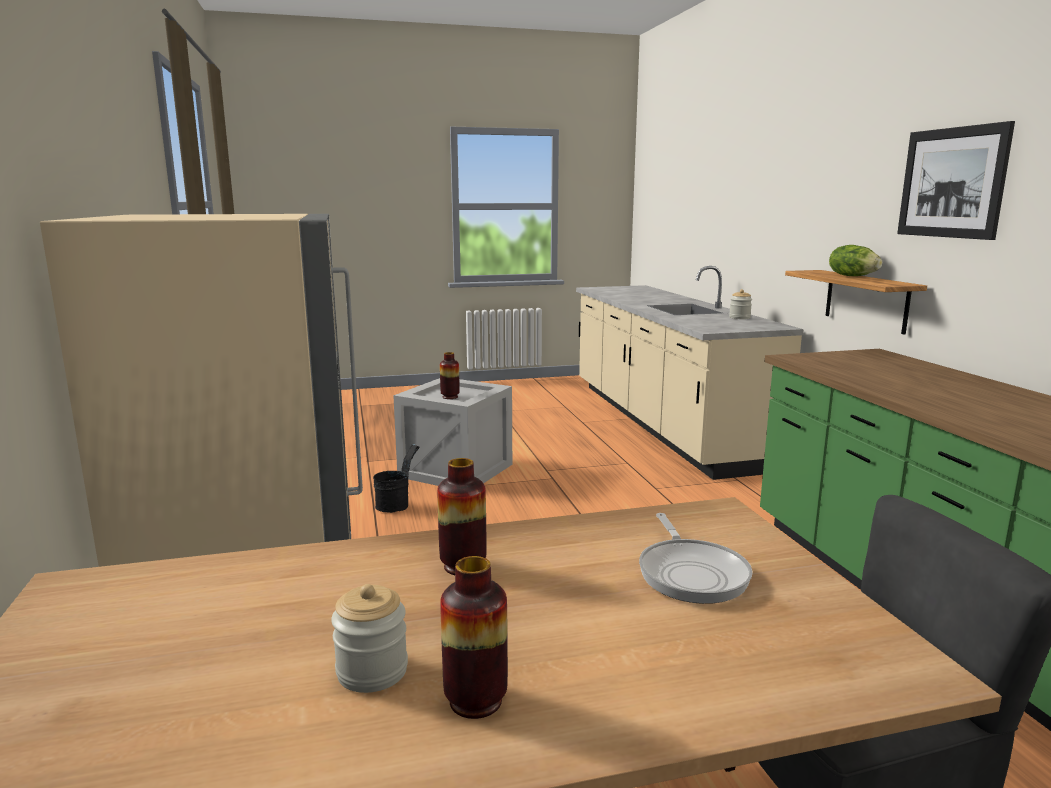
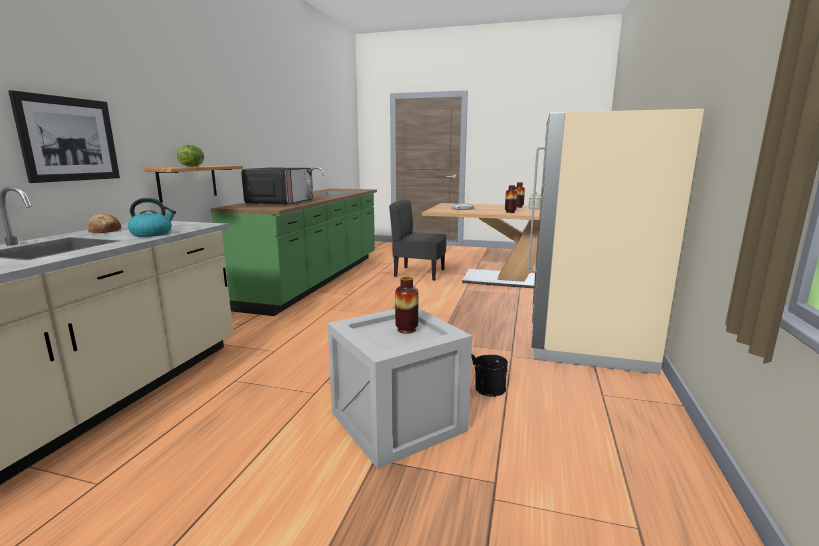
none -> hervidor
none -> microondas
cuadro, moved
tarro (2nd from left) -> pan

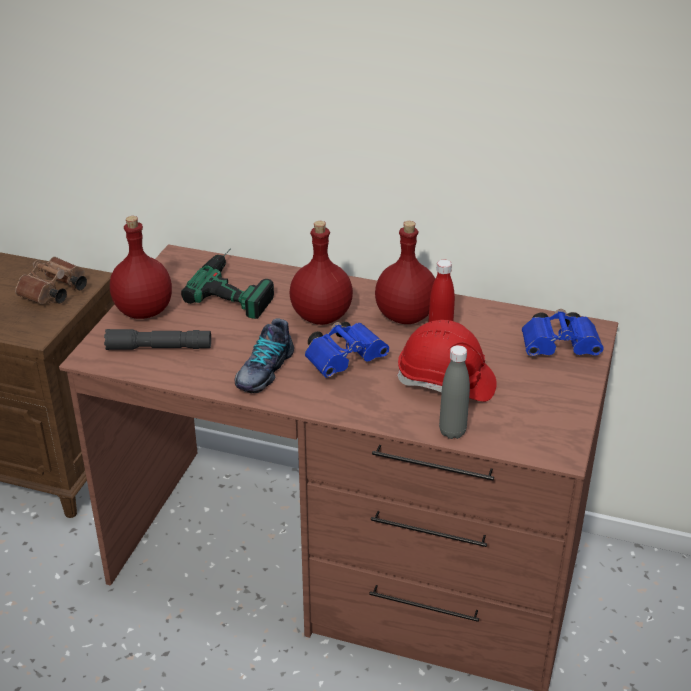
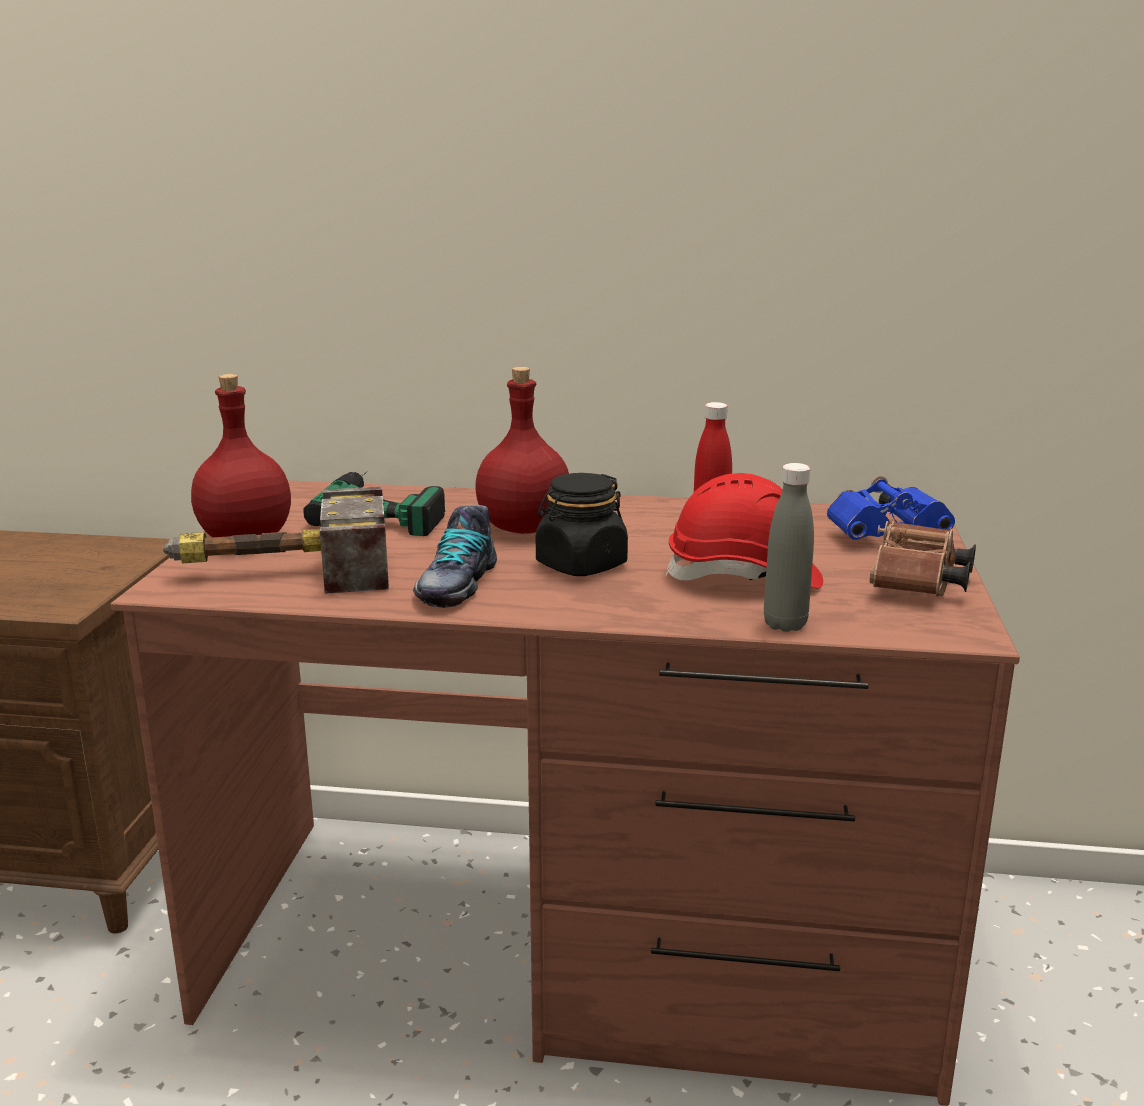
botella [rojo] (3rd from left) -> none
prismáticos [marrón], moved
linterna [gris] -> martillo
prismáticos [azul] (1st from left) -> tarro [negro]

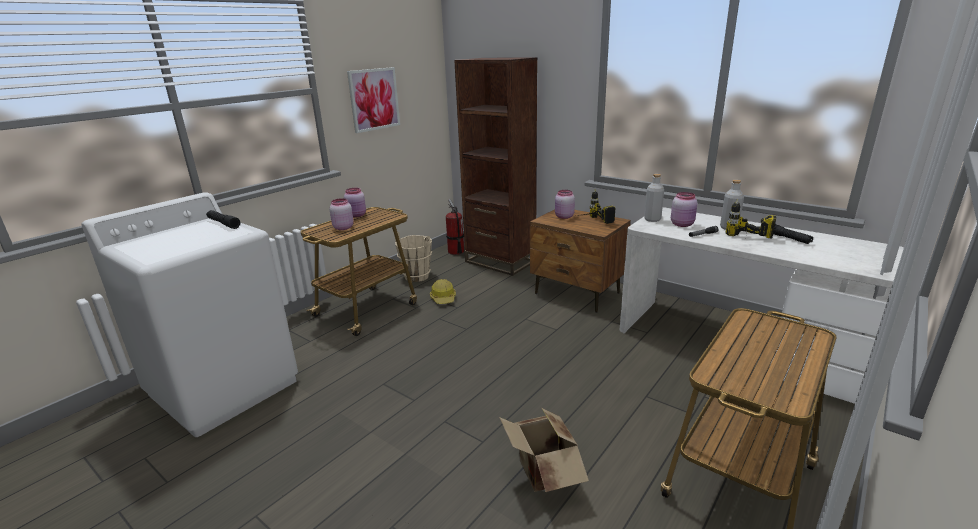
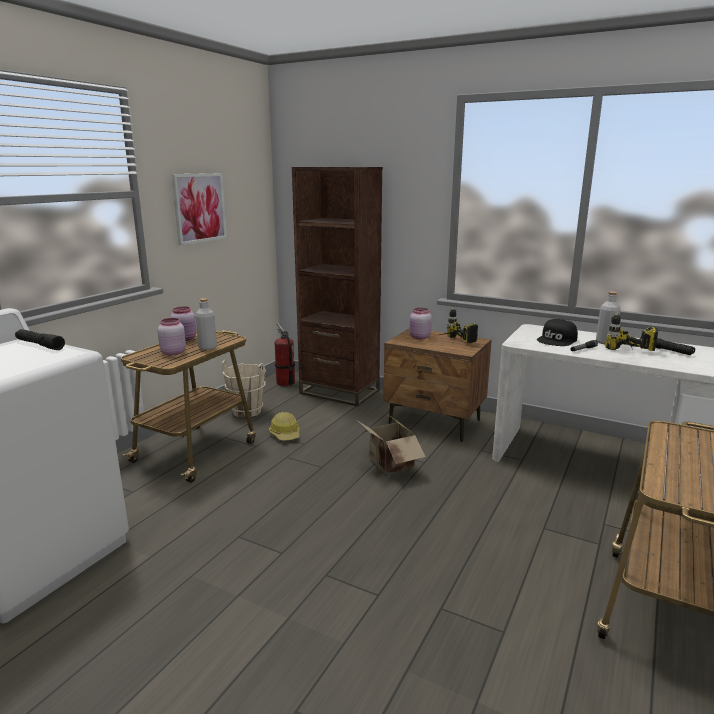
caja de cartón, moved
botella [gris] (1st from left), moved
tarro [rosa] (4th from left) -> gorra [negro]

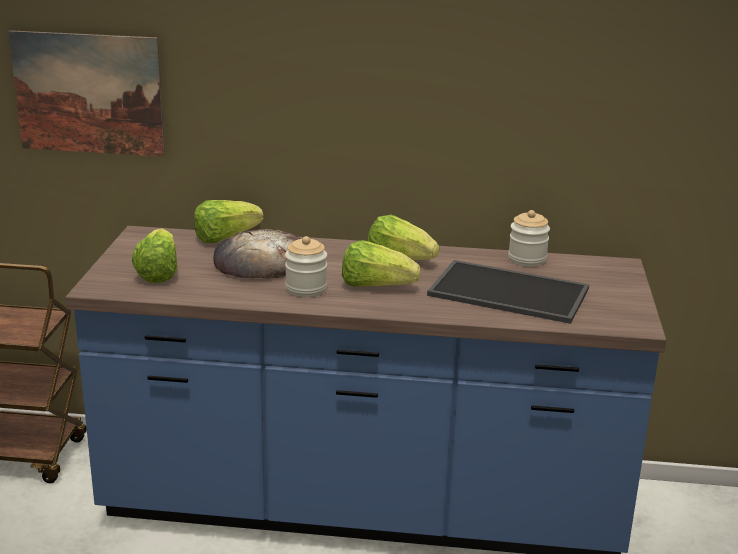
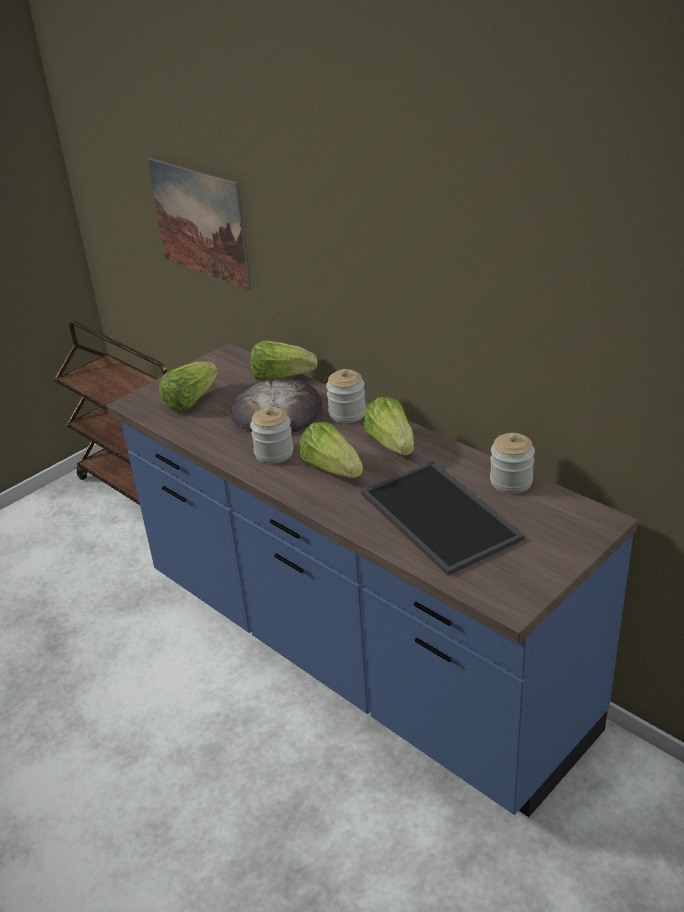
none -> tarro (2nd from left)

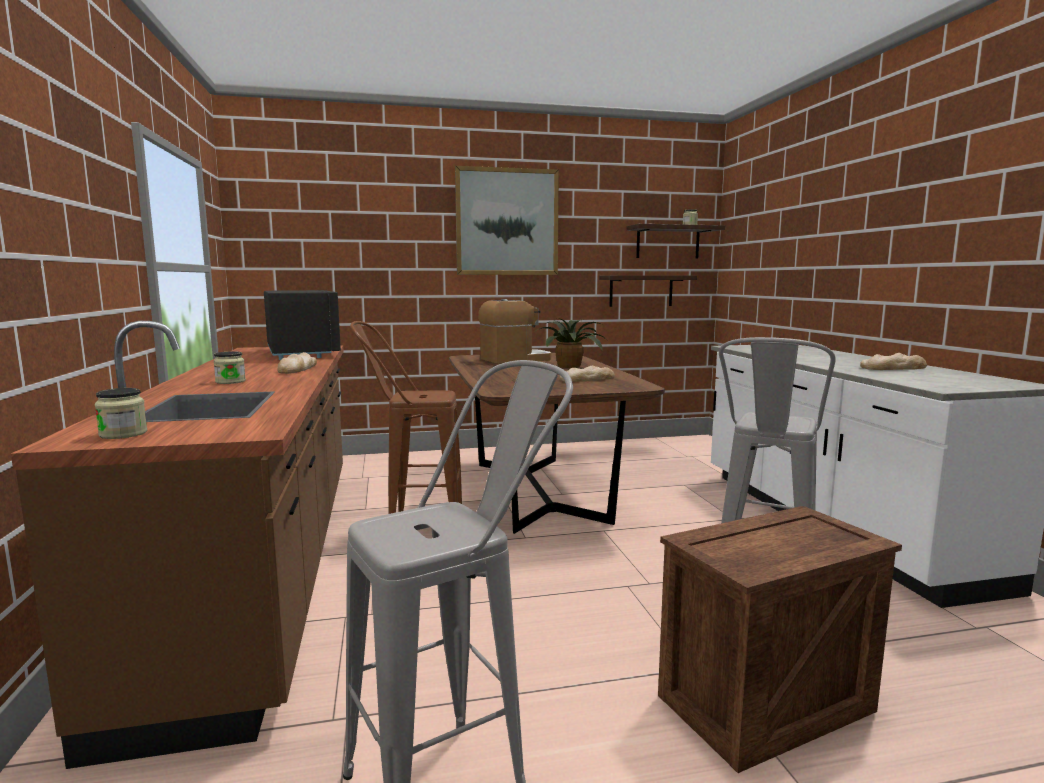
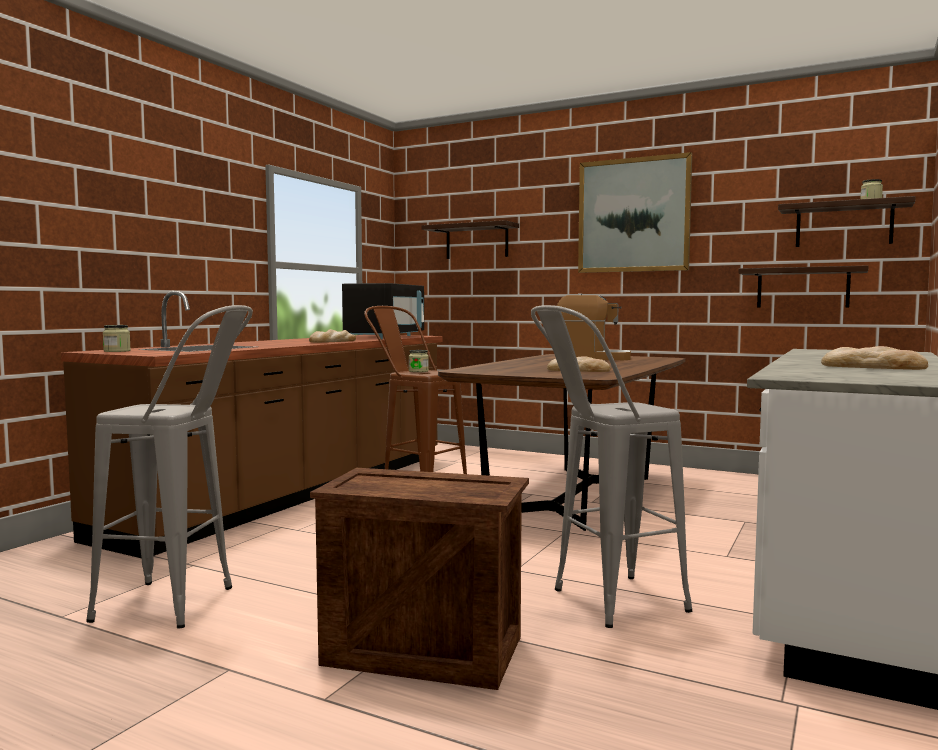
planta en maceta -> none
none -> estante (1st from left)
tarro (2nd from left), moved

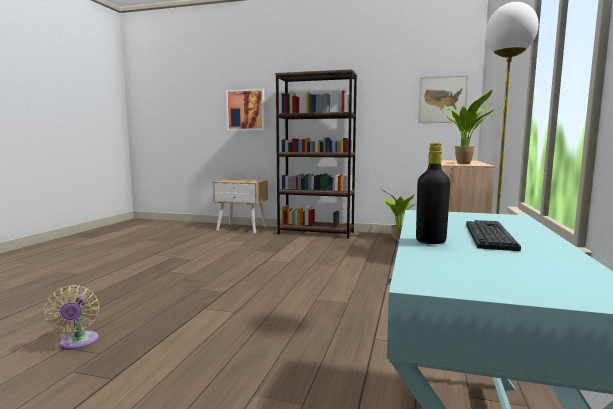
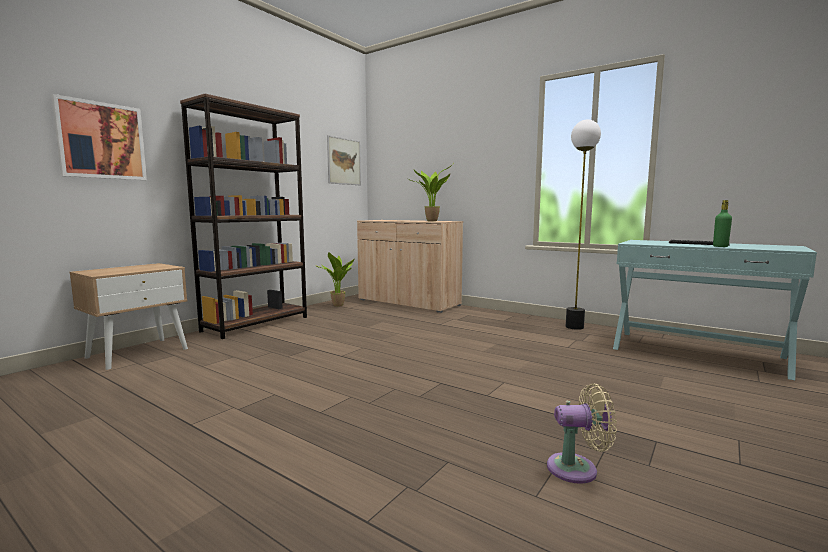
botella [negro] -> botella [verde]

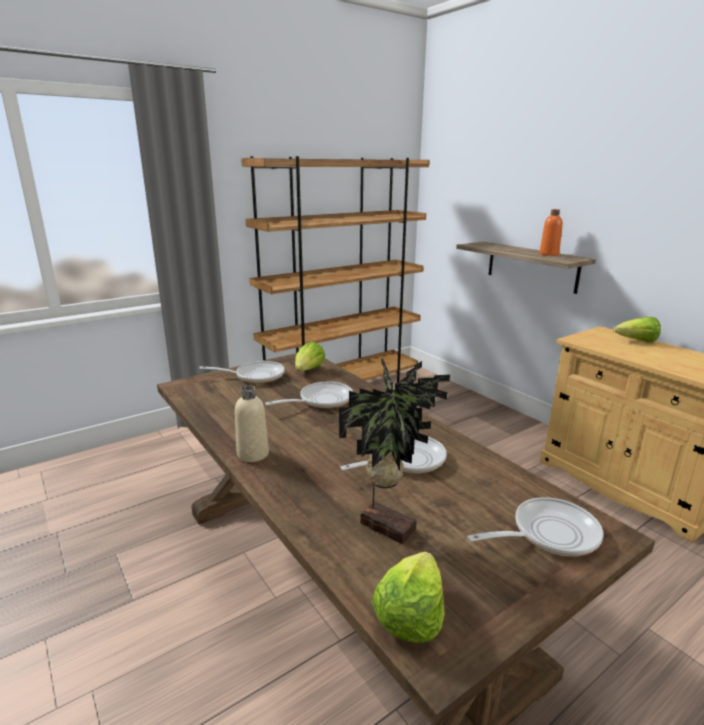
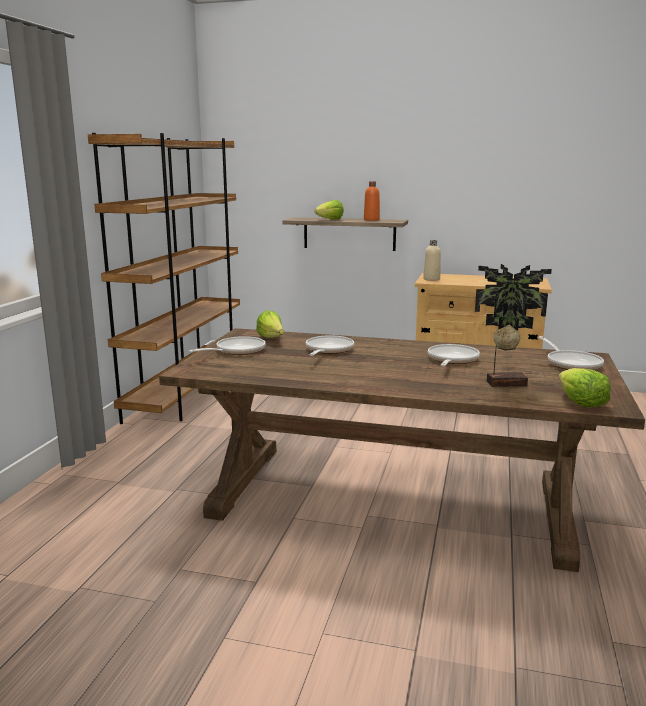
botella [beis], moved
lechuga (3rd from left in the first image) -> lechuga (2nd from left), moved
sartén (4th from left), 135 degrees clockwise

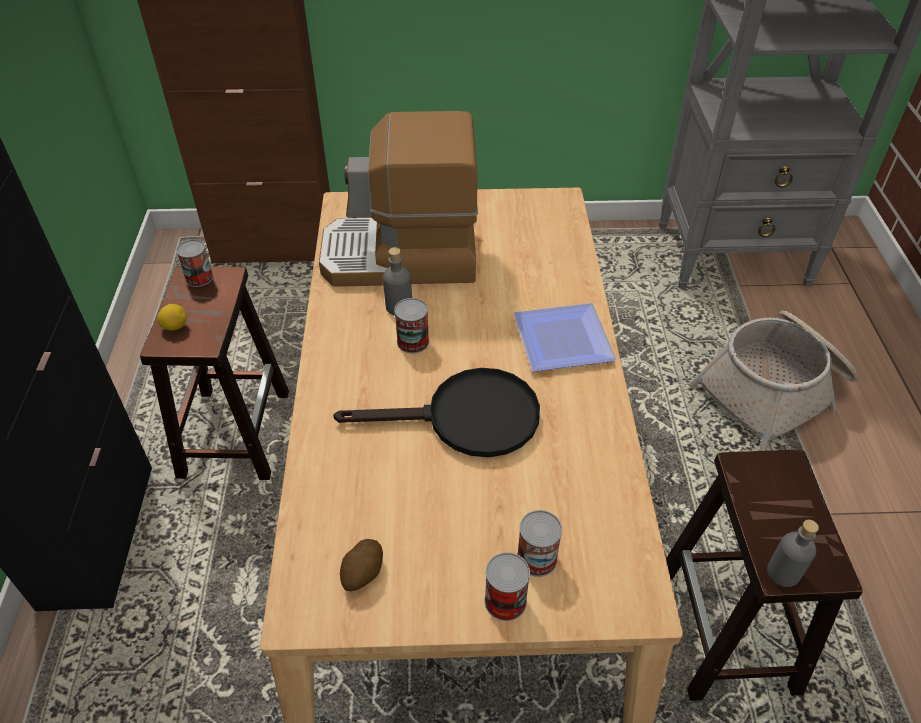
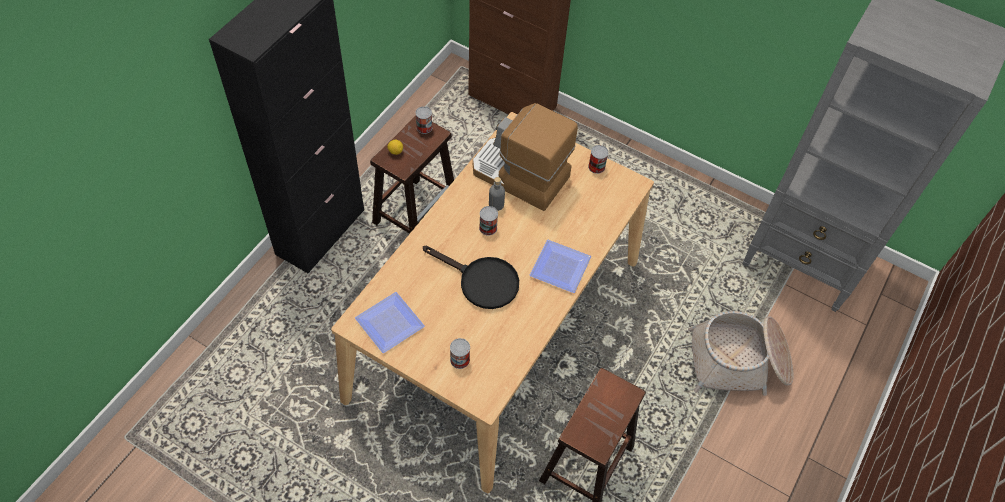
botella [gris] (2nd from left) -> none
lata (3rd from left in the first image) -> lata (4th from left), moved
patata -> plato (1st from left)

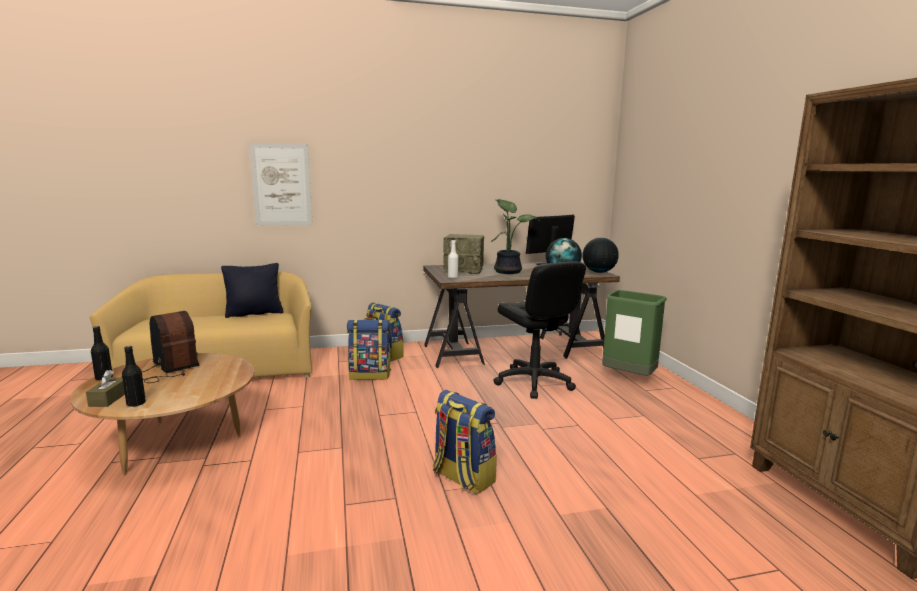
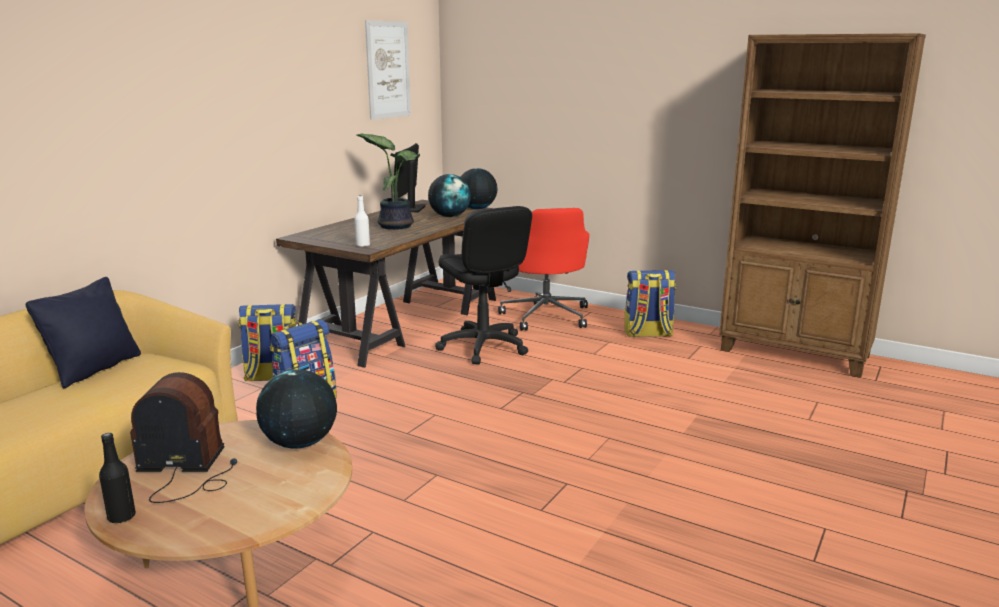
caja de pañuelos [marrón] -> none
botella [negro] (2nd from left) -> none
radio (2nd from left) -> none
none -> globo terráqueo (1st from left)
cuadro, moved
mochila (3rd from left), moved
papelera [verde] -> silla de oficina [rojo]
silla de oficina [negro], 45 degrees clockwise

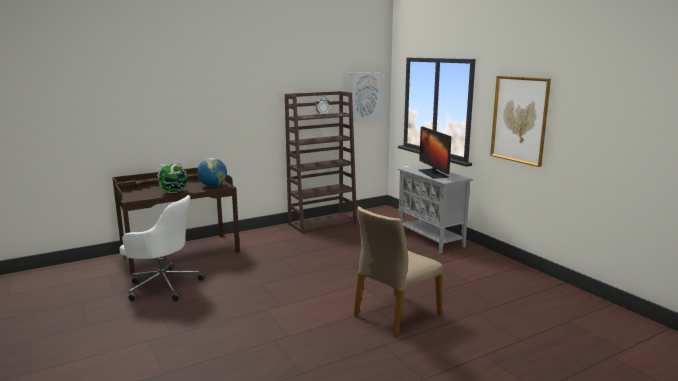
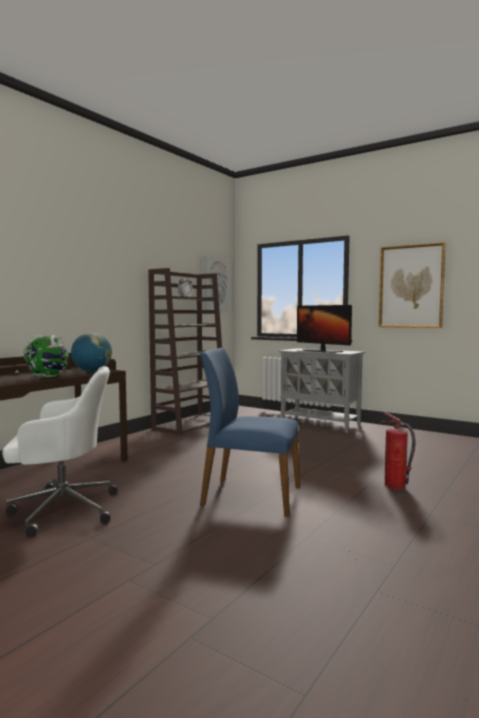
none -> silla [azul]
silla [beis] -> extintor

